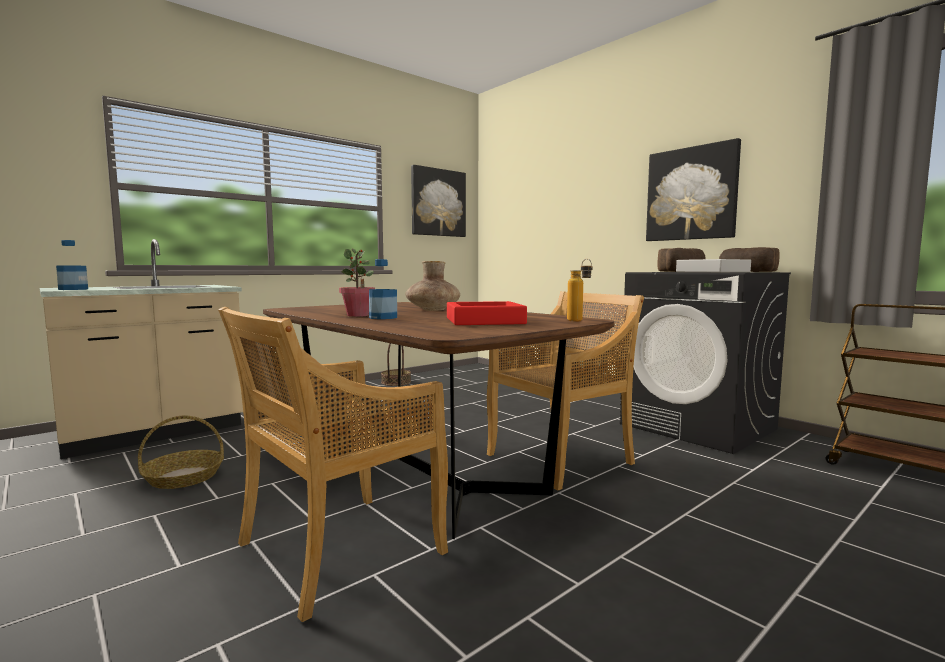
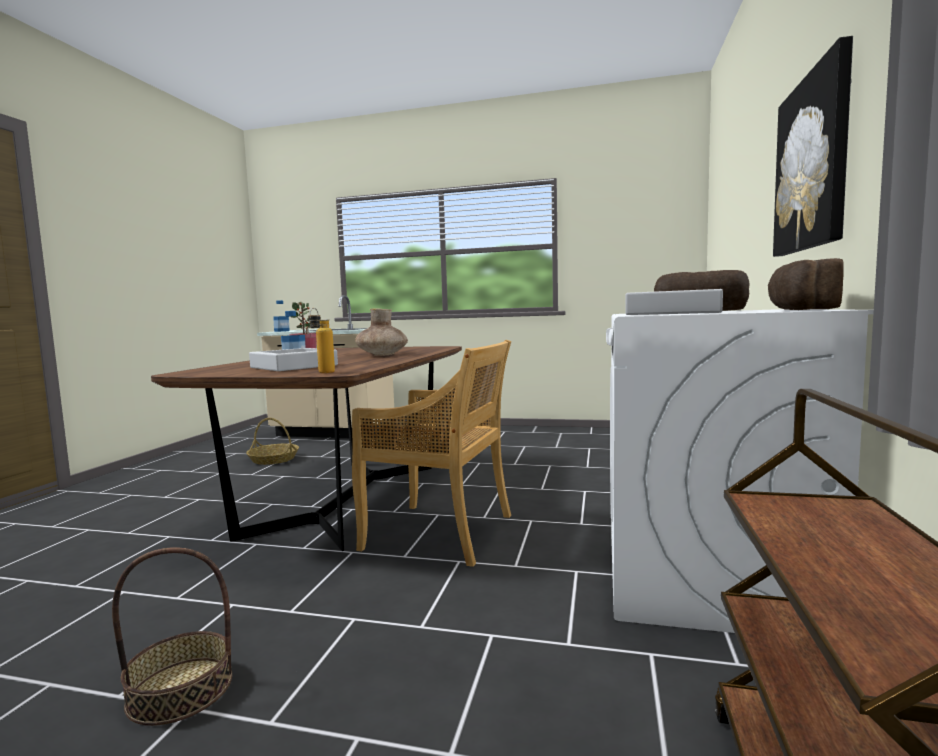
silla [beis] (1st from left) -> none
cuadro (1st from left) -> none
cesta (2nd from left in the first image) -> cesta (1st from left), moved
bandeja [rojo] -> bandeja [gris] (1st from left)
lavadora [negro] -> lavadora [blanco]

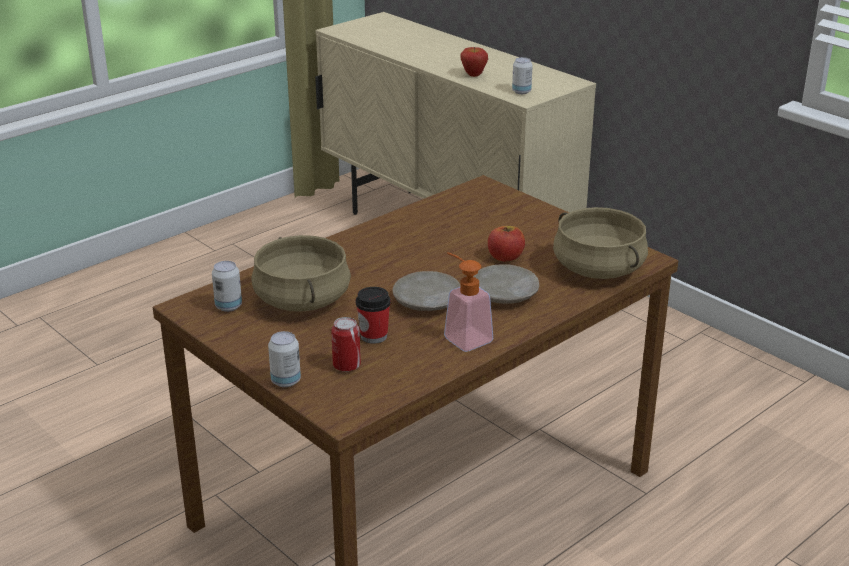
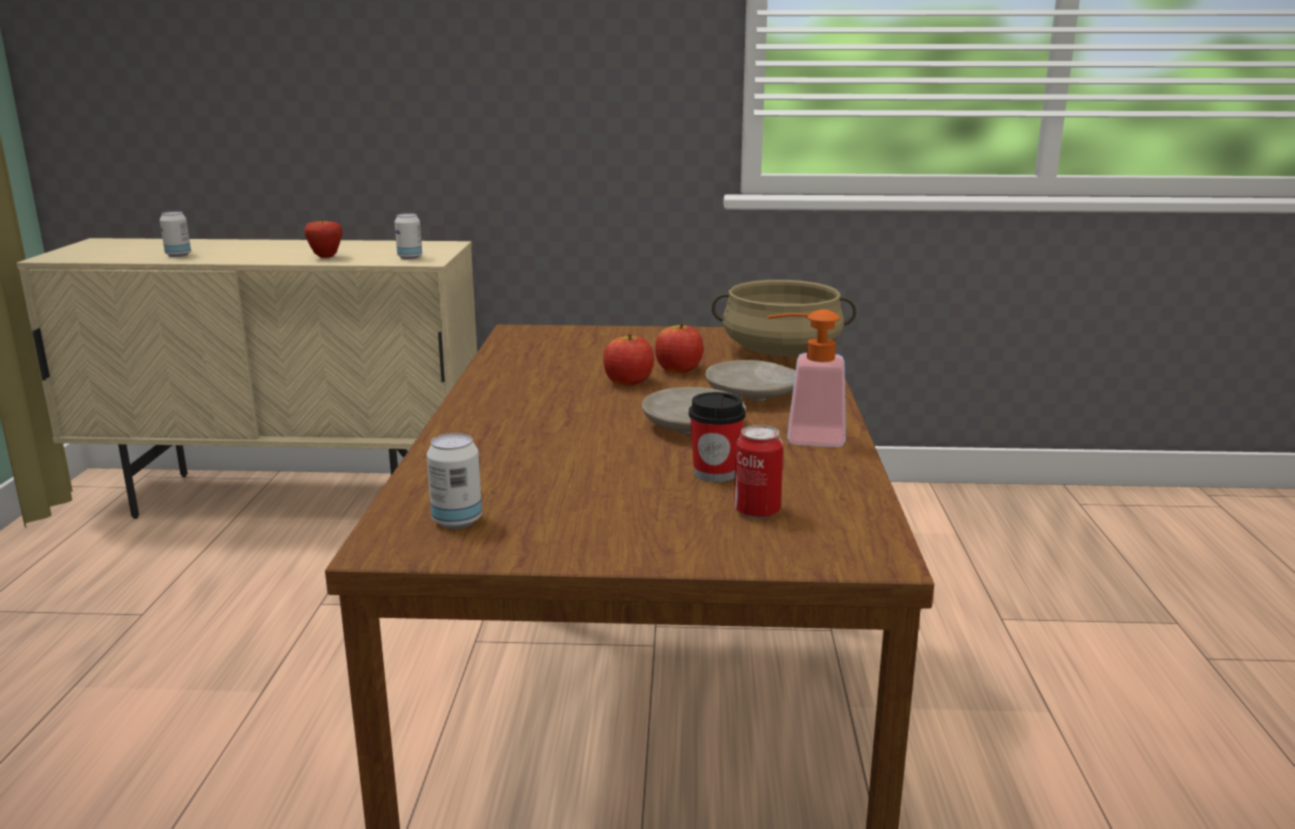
olla [beis] (1st from left) -> none
none -> manzana (2nd from left)
lata (2nd from left in the first image) -> lata (1st from left), moved

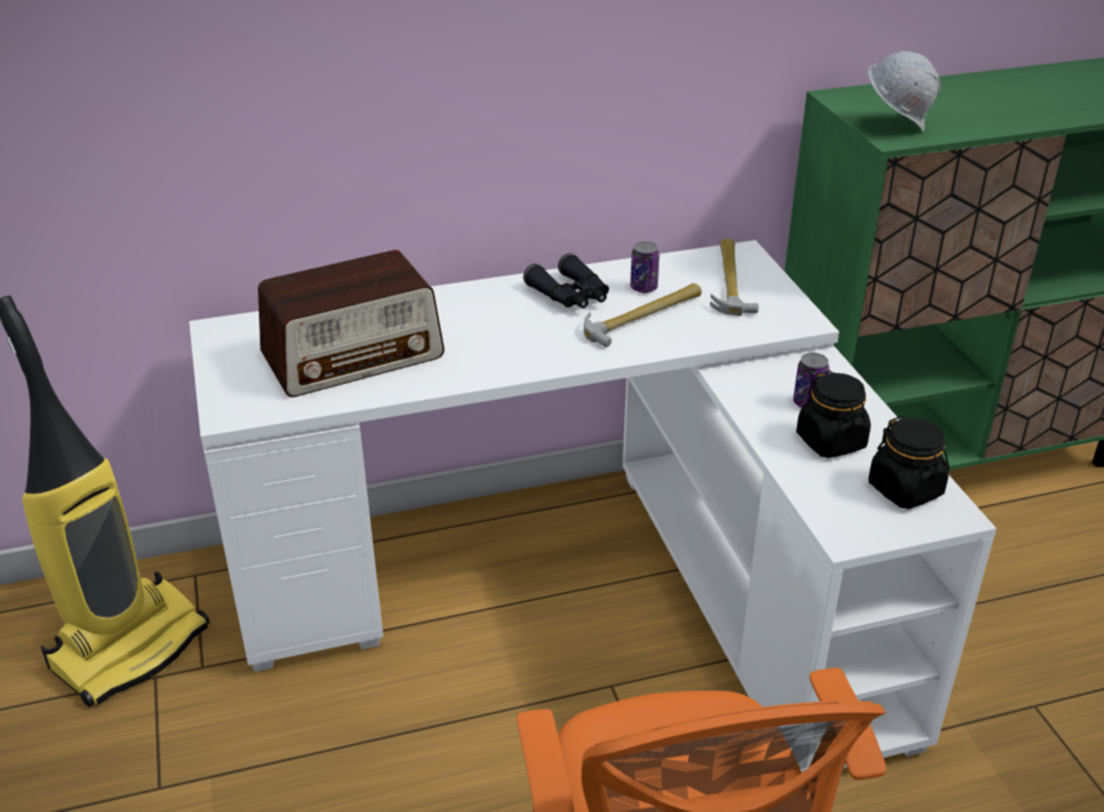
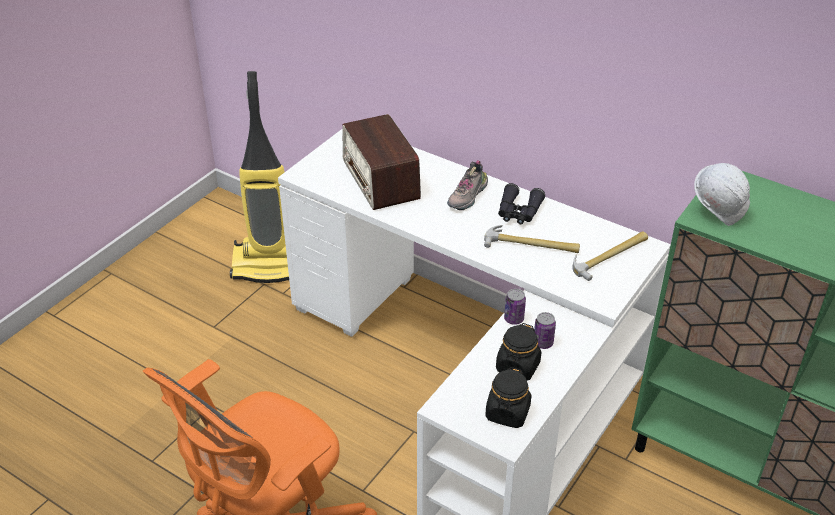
none -> zapato
lata (1st from left), moved
radio, 45 degrees clockwise

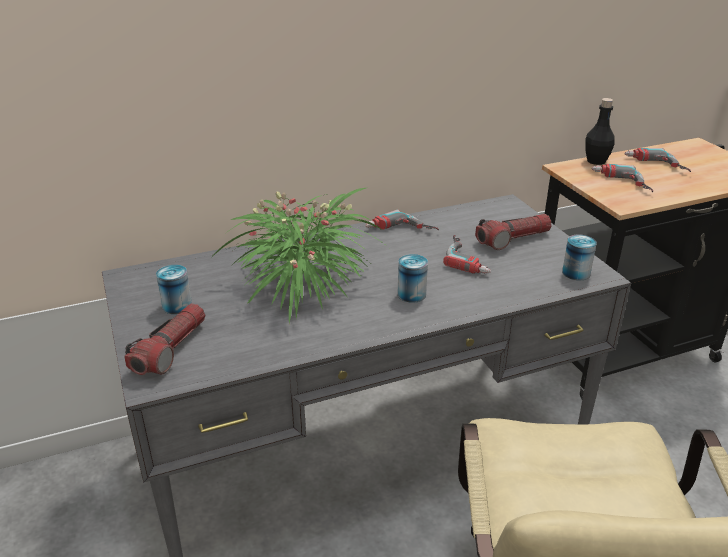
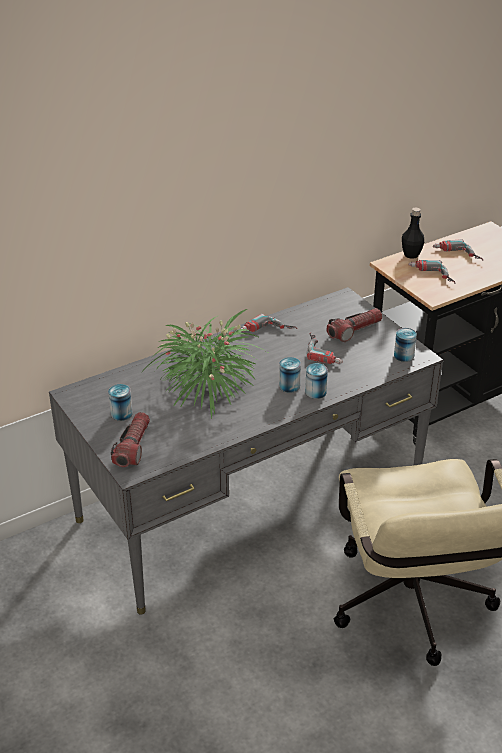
none -> lata (3rd from left)

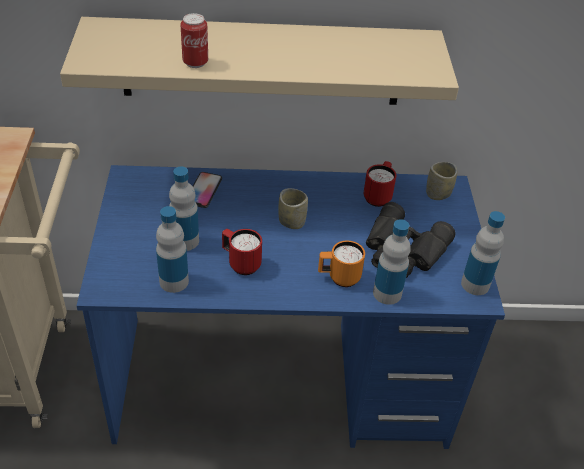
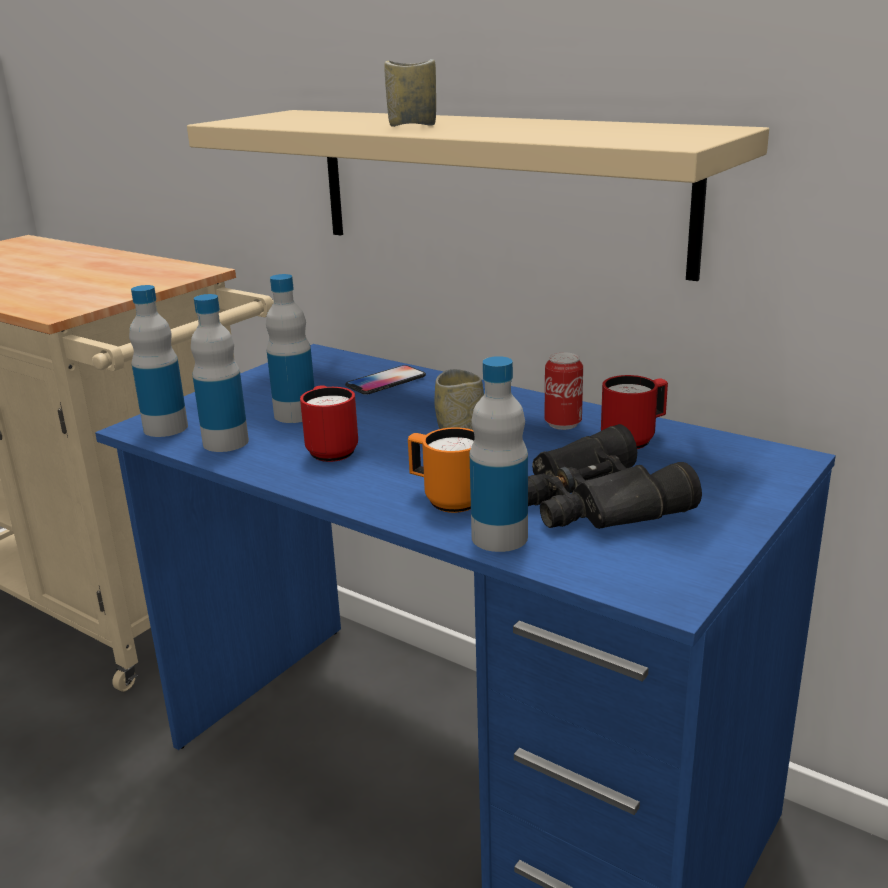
lata, moved
taza (2nd from left in the first image) -> taza (1st from left), moved
botella (4th from left in the first image) -> botella (1st from left), moved

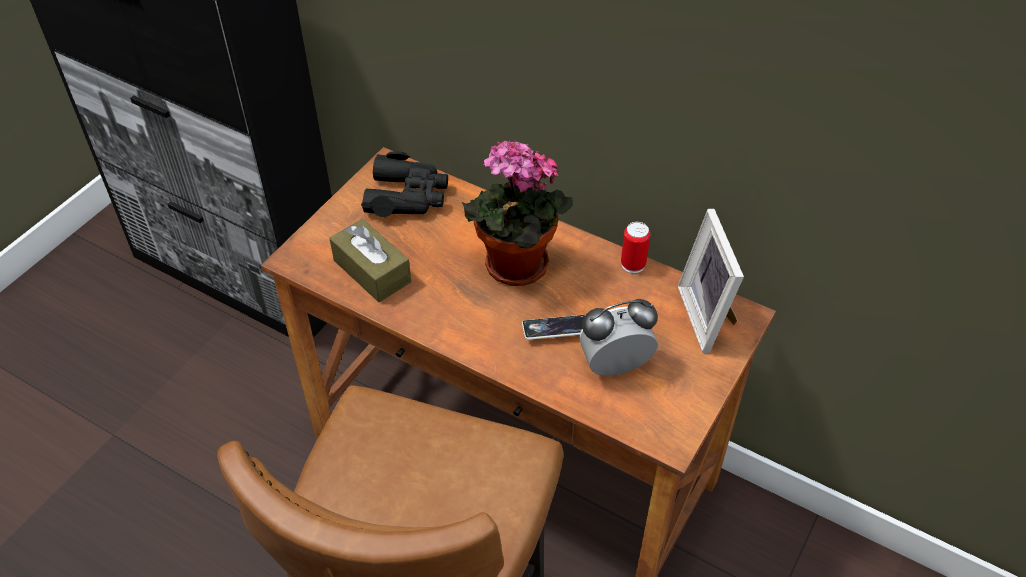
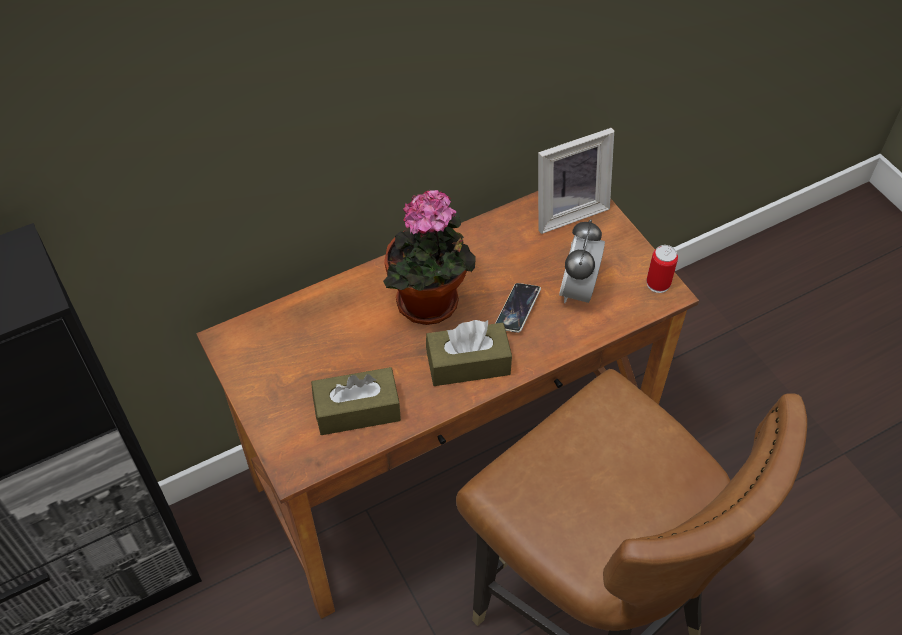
prismáticos [negro] -> none
none -> caja de pañuelos [marrón] (2nd from left)
lata, moved
portarretratos, 45 degrees counterclockwise

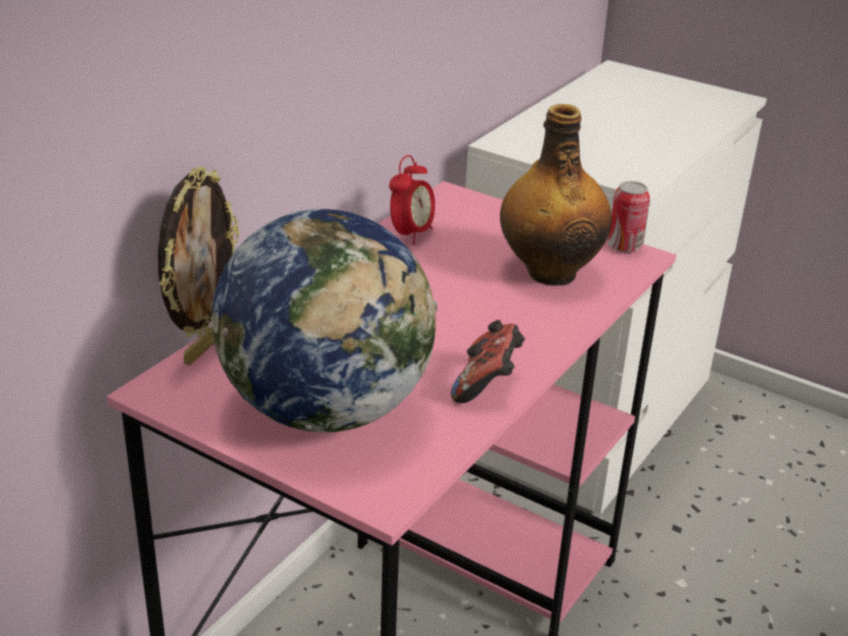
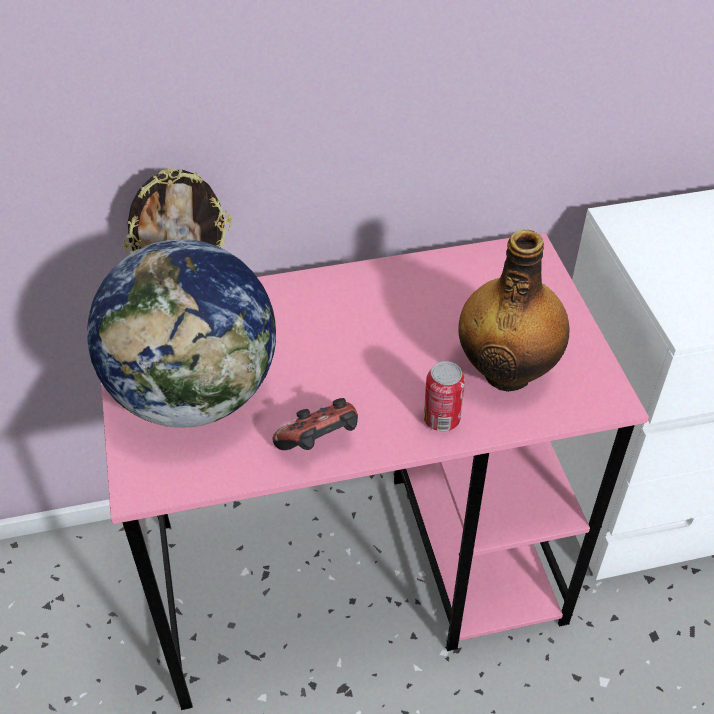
despertador -> none
lata, moved

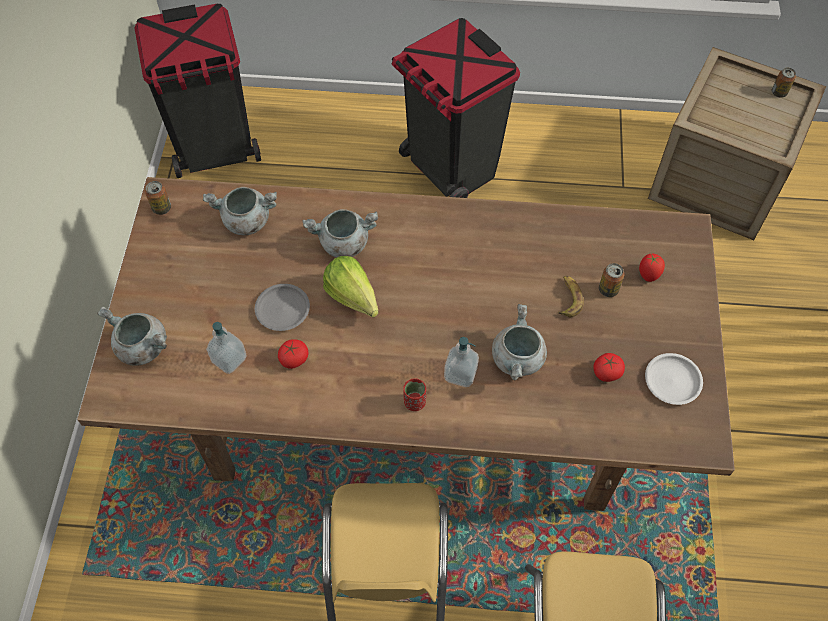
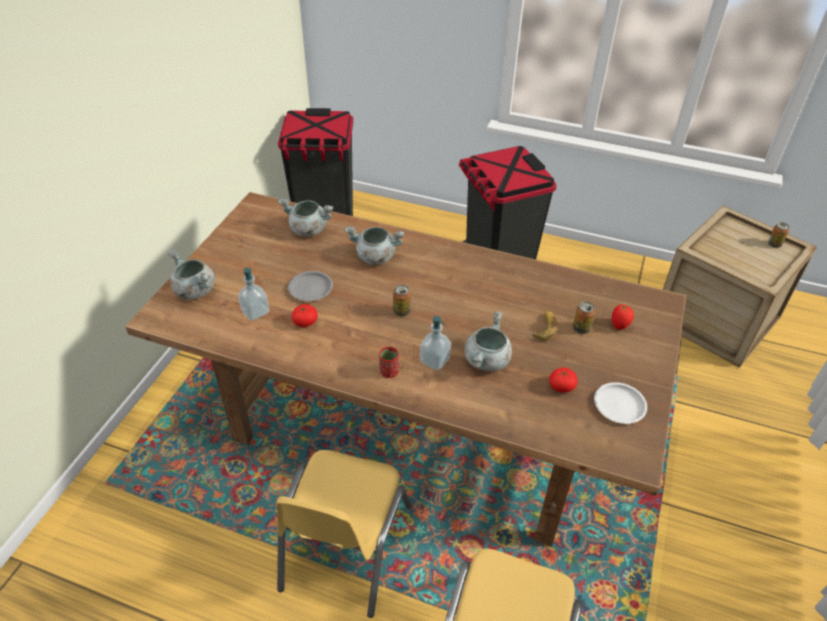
lechuga -> none
lata (1st from left), moved

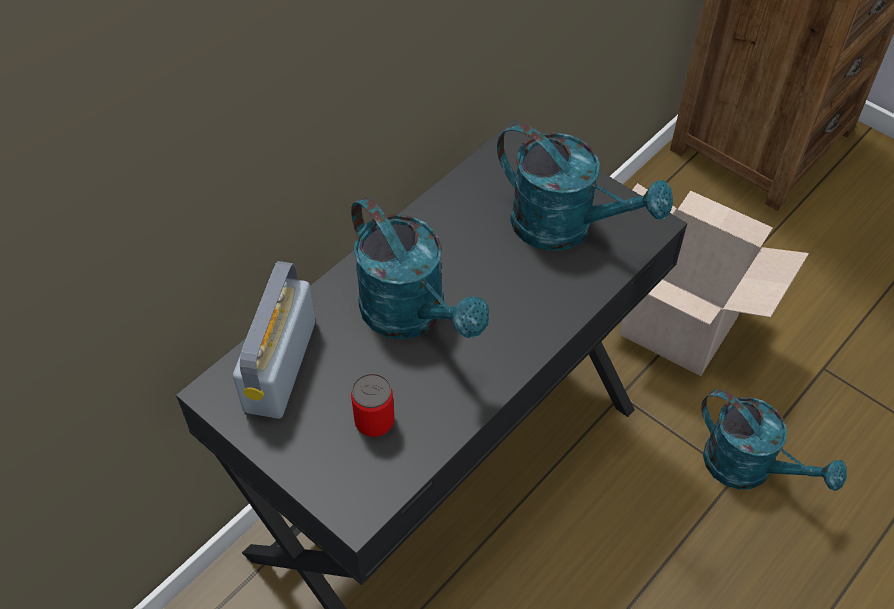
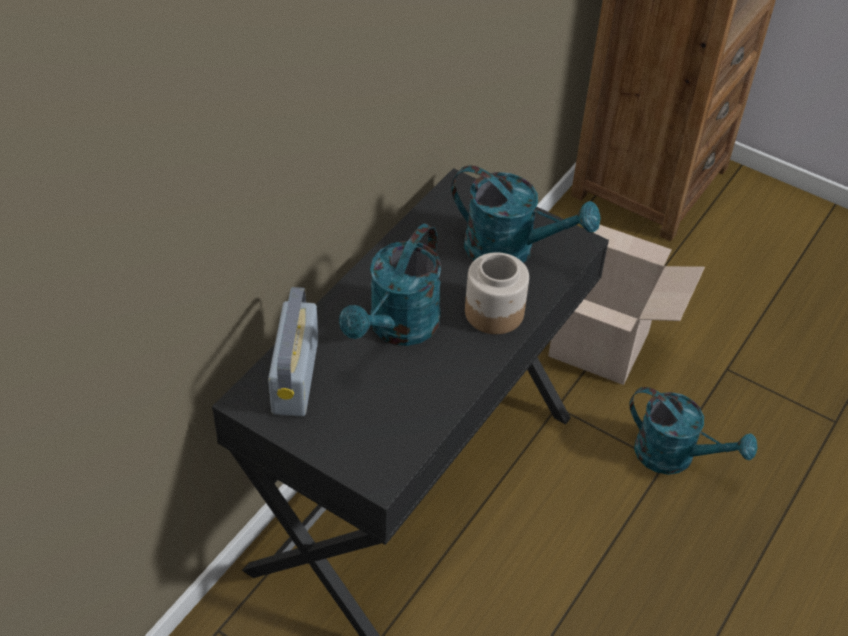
lata -> none
none -> tarro
regadera [turquesa] (1st from left), 75 degrees clockwise

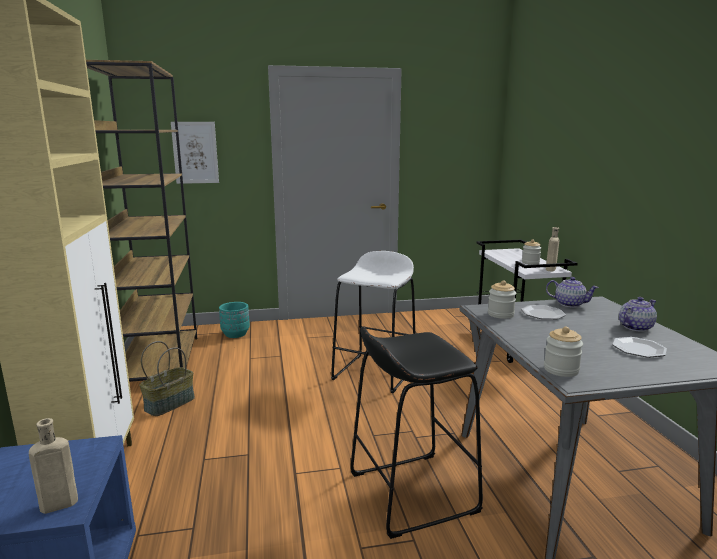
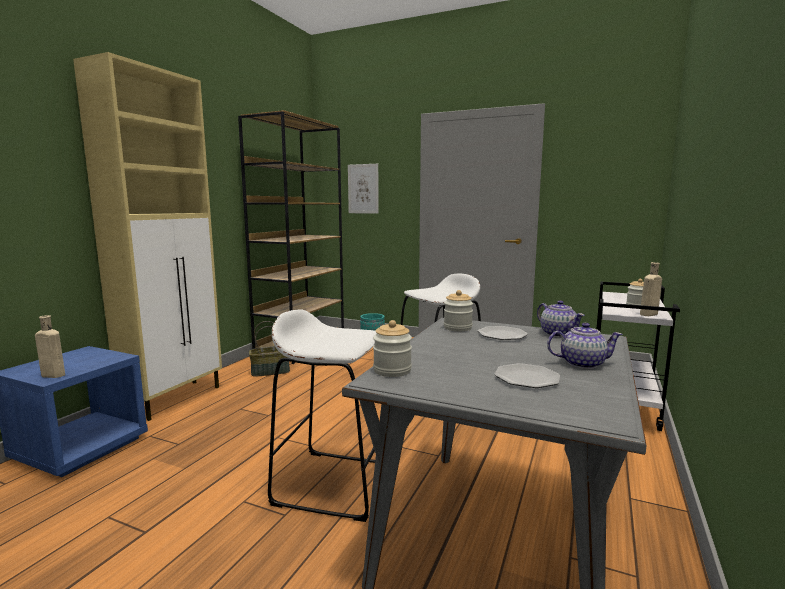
taburete [negro] -> taburete [blanco] (1st from left)

